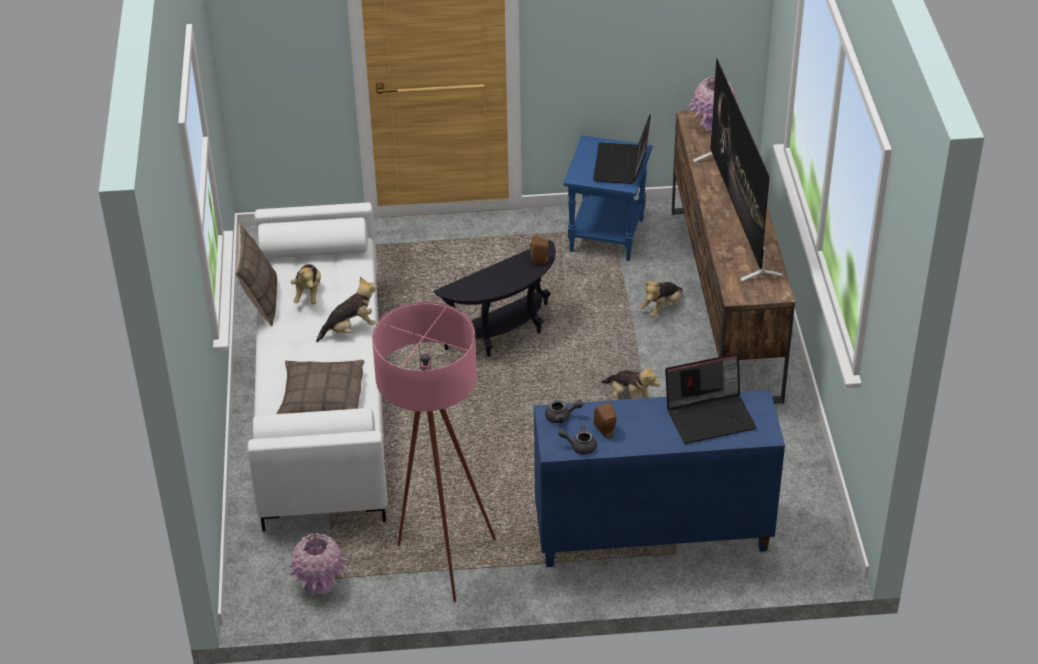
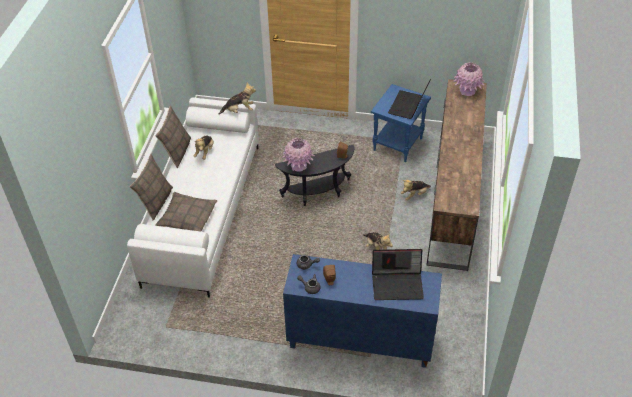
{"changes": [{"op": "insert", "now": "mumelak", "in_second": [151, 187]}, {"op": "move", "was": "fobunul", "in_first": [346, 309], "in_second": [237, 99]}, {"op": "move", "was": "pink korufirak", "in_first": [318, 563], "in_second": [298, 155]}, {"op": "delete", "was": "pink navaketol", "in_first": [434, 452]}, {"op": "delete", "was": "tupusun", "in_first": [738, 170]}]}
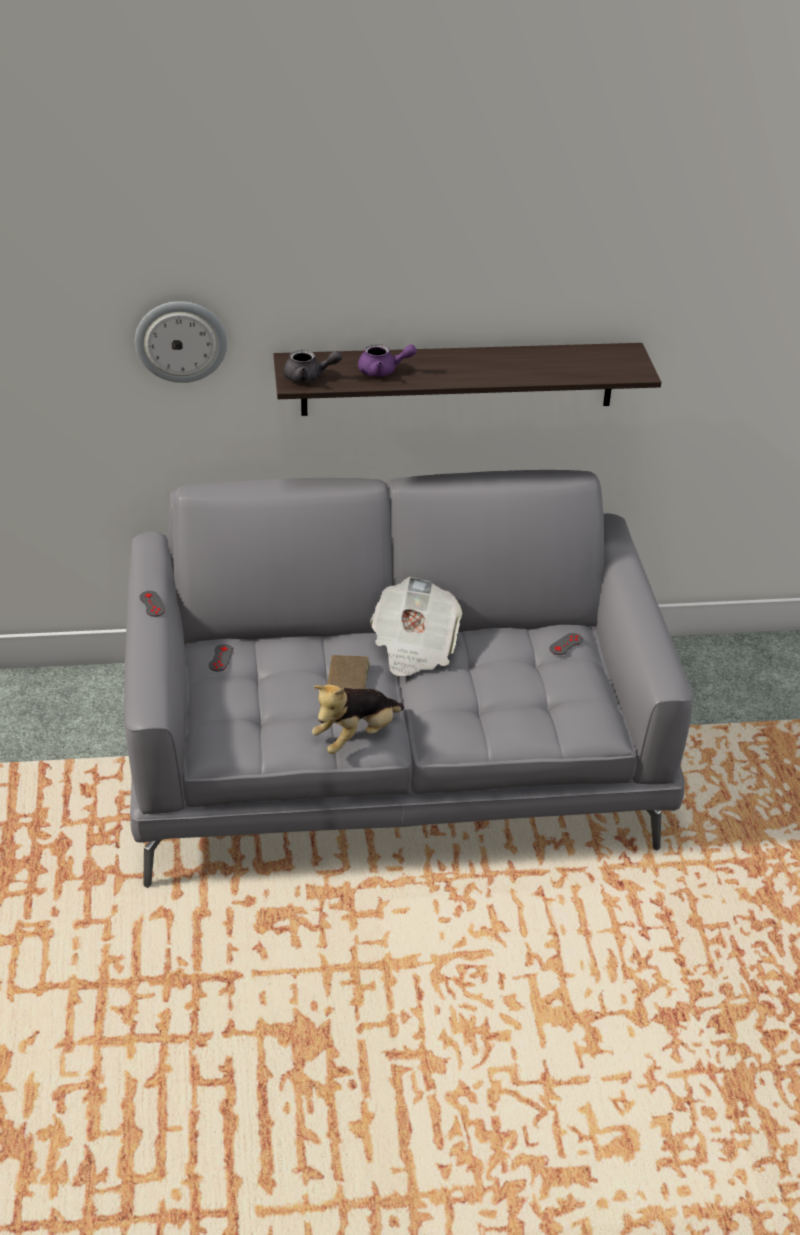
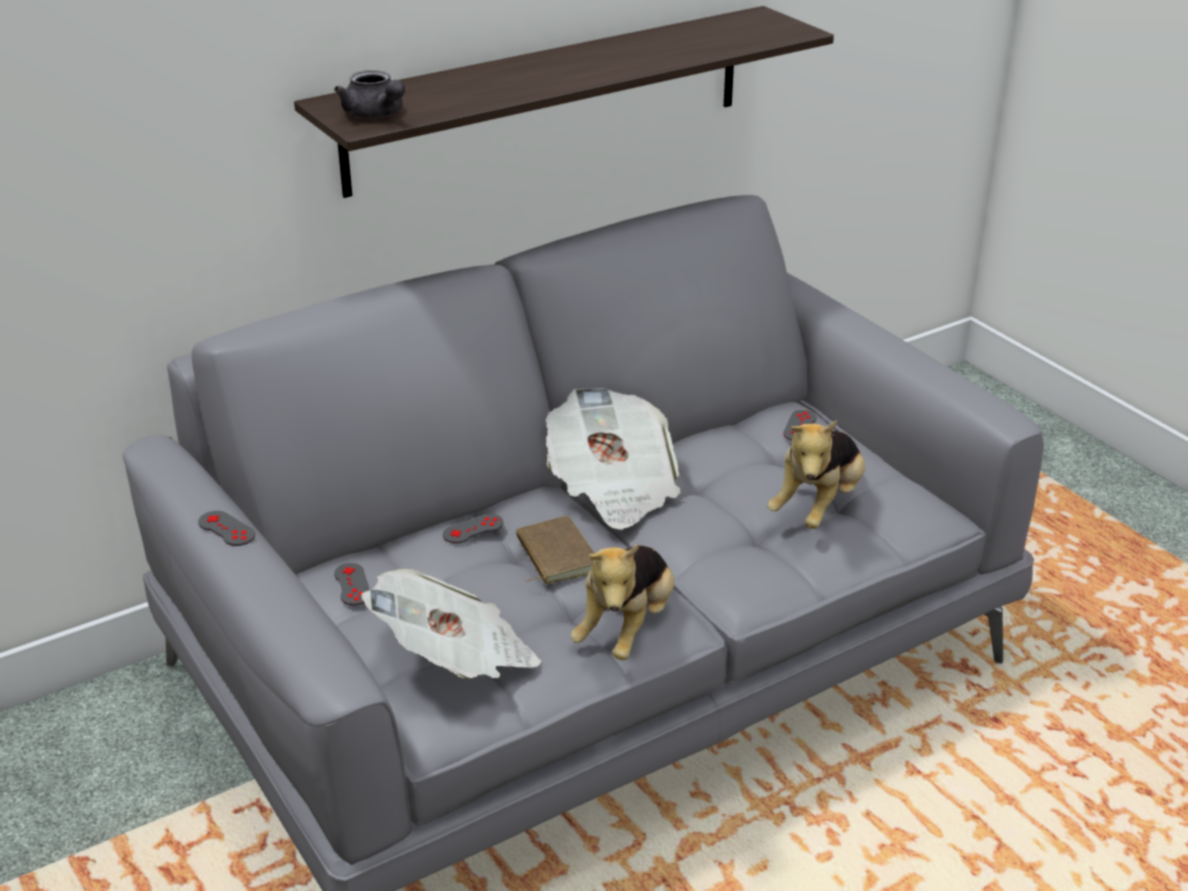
{"changes": [{"op": "rotate", "was": "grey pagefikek", "in_first": [312, 366], "in_second": [369, 94], "clockwise": 75}, {"op": "insert", "now": "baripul", "in_second": [451, 624]}, {"op": "insert", "now": "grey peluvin", "in_second": [473, 529]}, {"op": "insert", "now": "fobunul", "in_second": [816, 474]}, {"op": "delete", "was": "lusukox", "in_first": [181, 342]}, {"op": "delete", "was": "purple pagefikek", "in_first": [387, 360]}]}
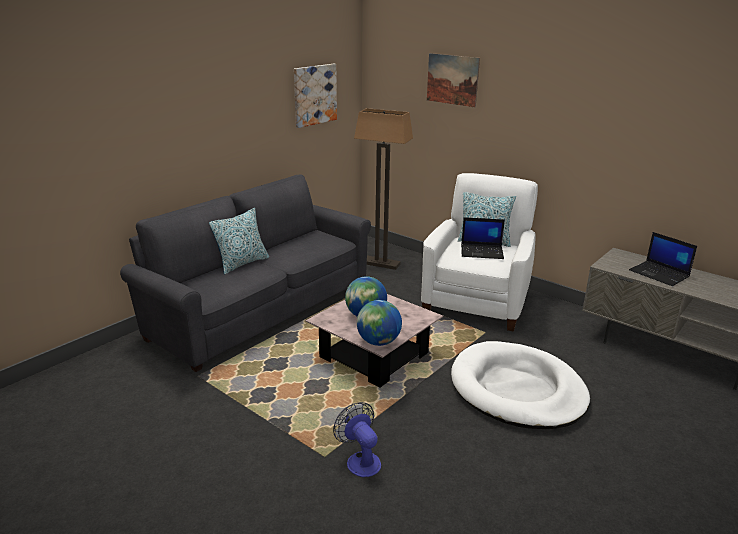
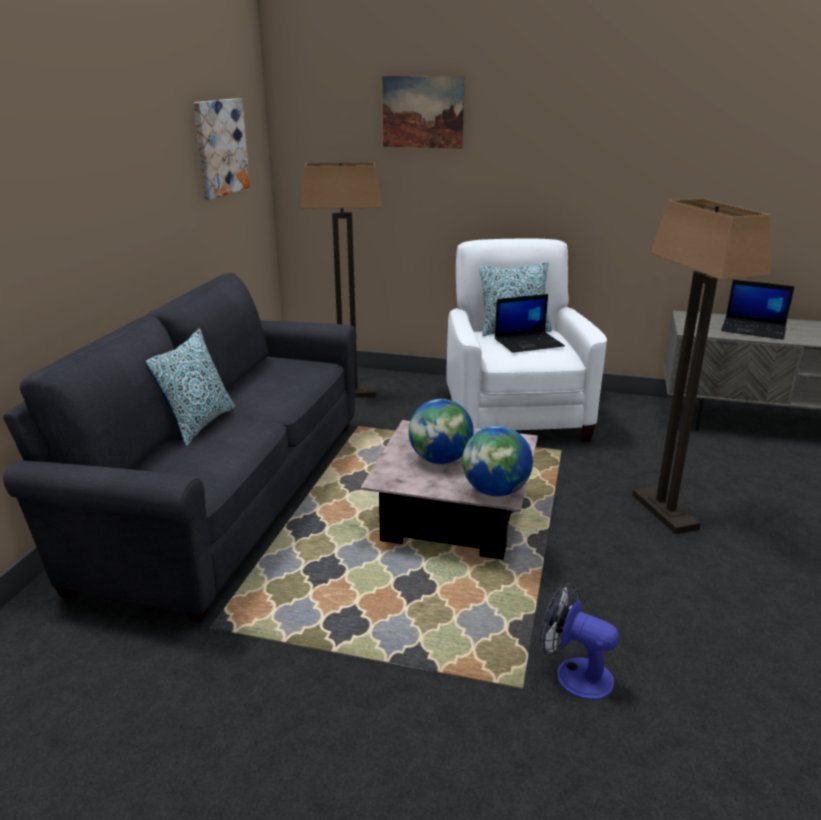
{"changes": [{"op": "replace", "was": "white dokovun", "now": "navaketol", "in_first": [520, 385], "in_second": [702, 366]}]}
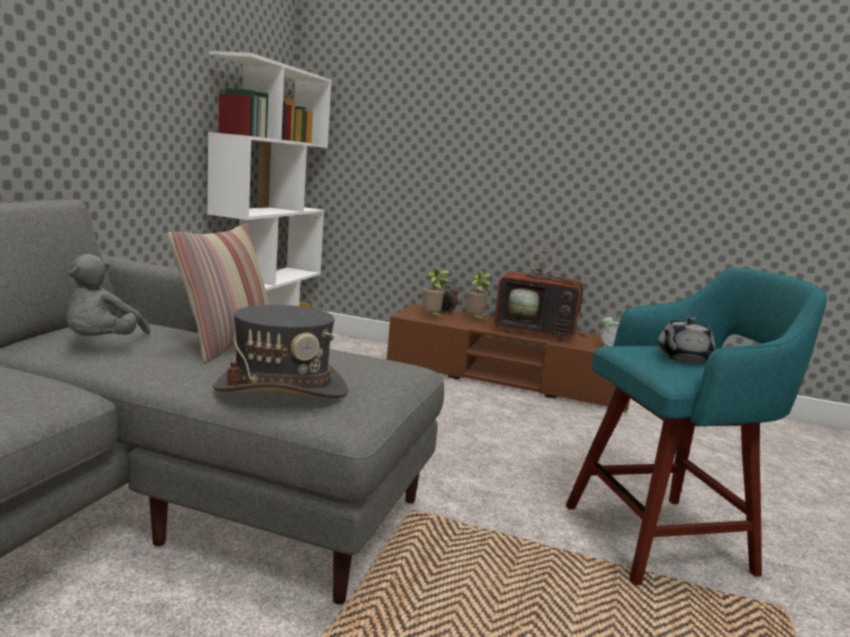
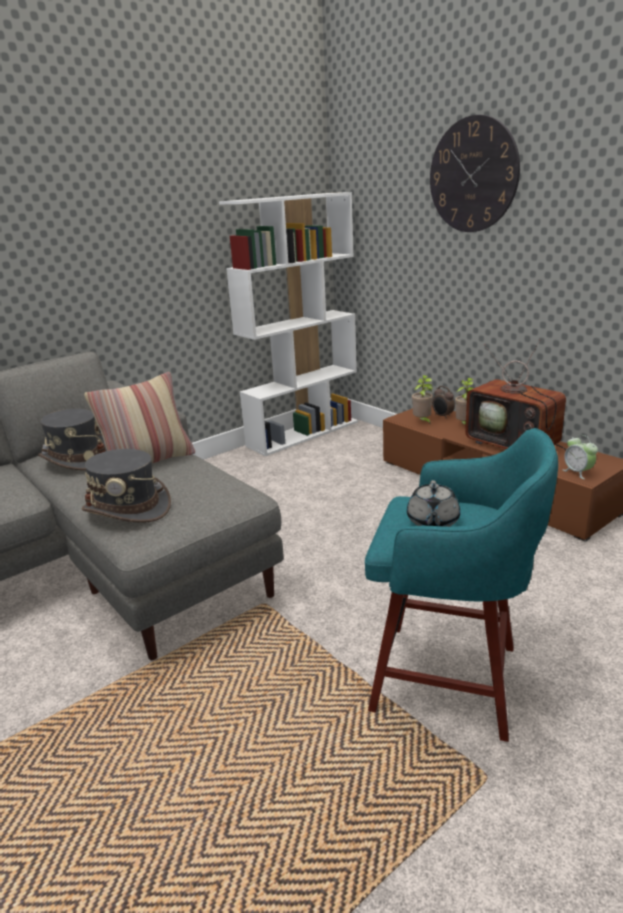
{"changes": [{"op": "replace", "was": "grey fobunul", "now": "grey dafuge", "in_first": [108, 295], "in_second": [72, 440]}, {"op": "rotate", "was": "grey pagefikek", "in_first": [686, 340], "in_second": [433, 503], "clockwise": -75}, {"op": "insert", "now": "lusukox", "in_second": [475, 173]}]}
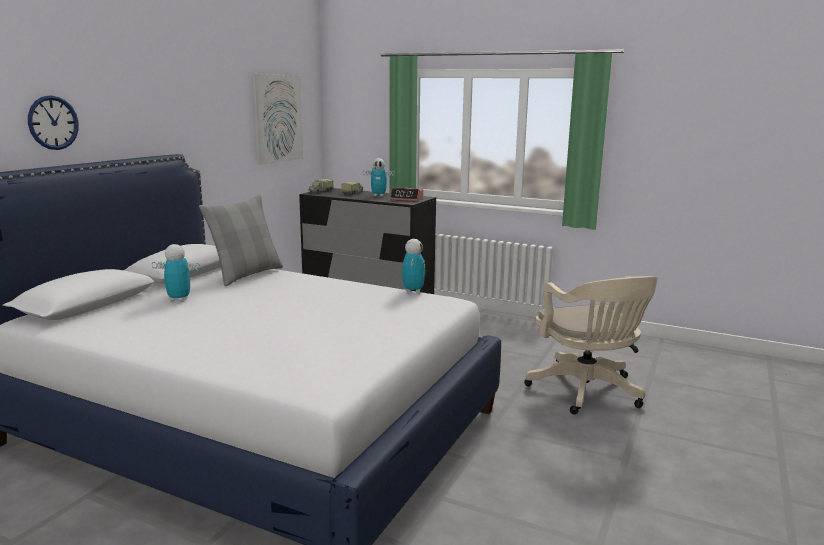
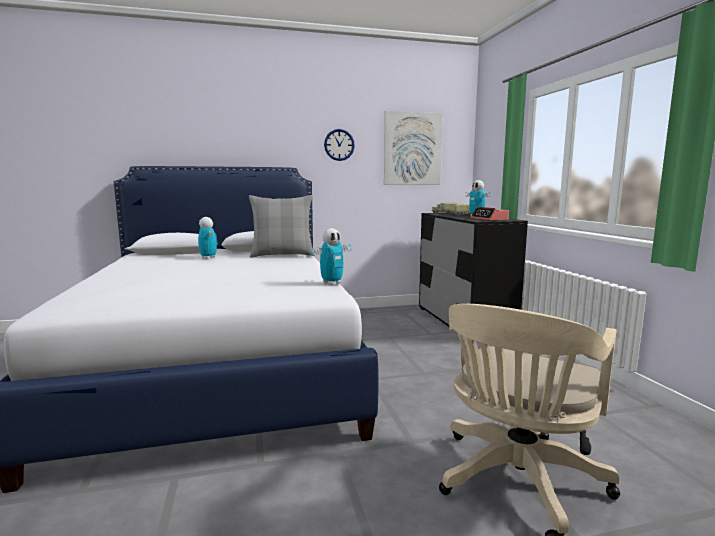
{"changes": [{"op": "move", "was": "lusukox", "in_first": [53, 122], "in_second": [339, 145]}]}
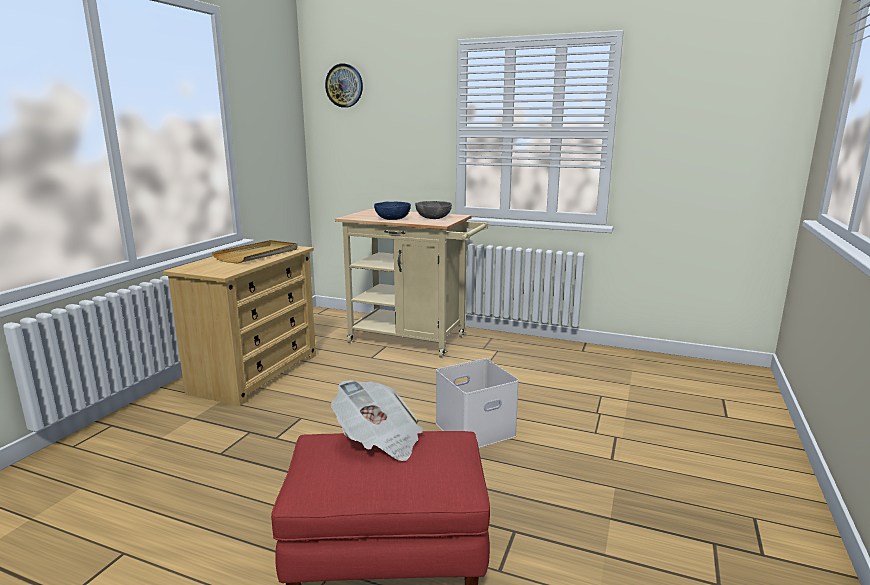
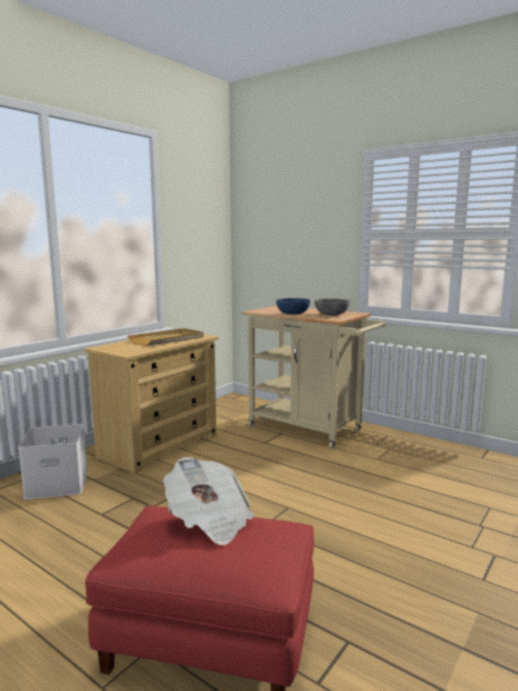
{"changes": [{"op": "move", "was": "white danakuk", "in_first": [477, 403], "in_second": [53, 462]}, {"op": "delete", "was": "lusukox", "in_first": [344, 85]}]}
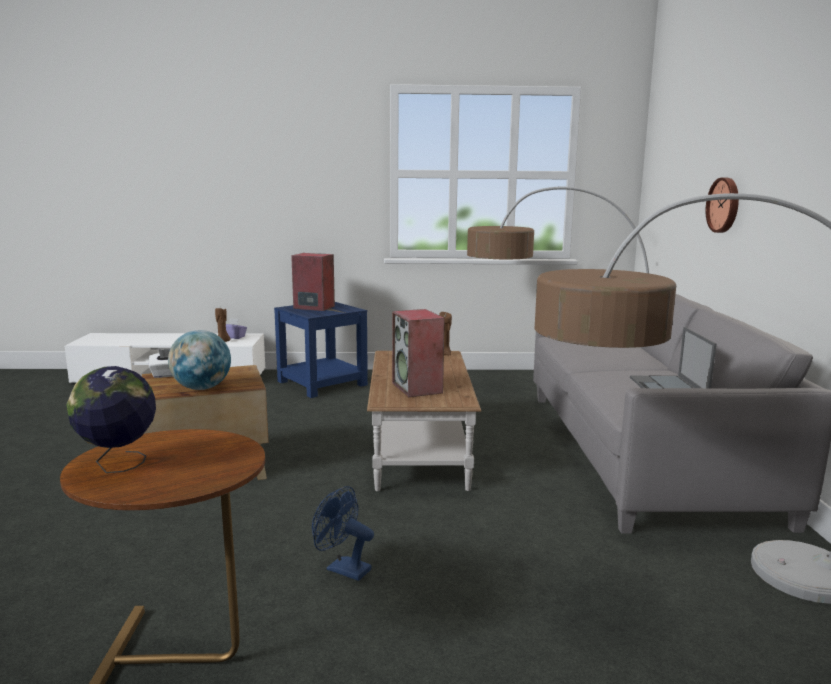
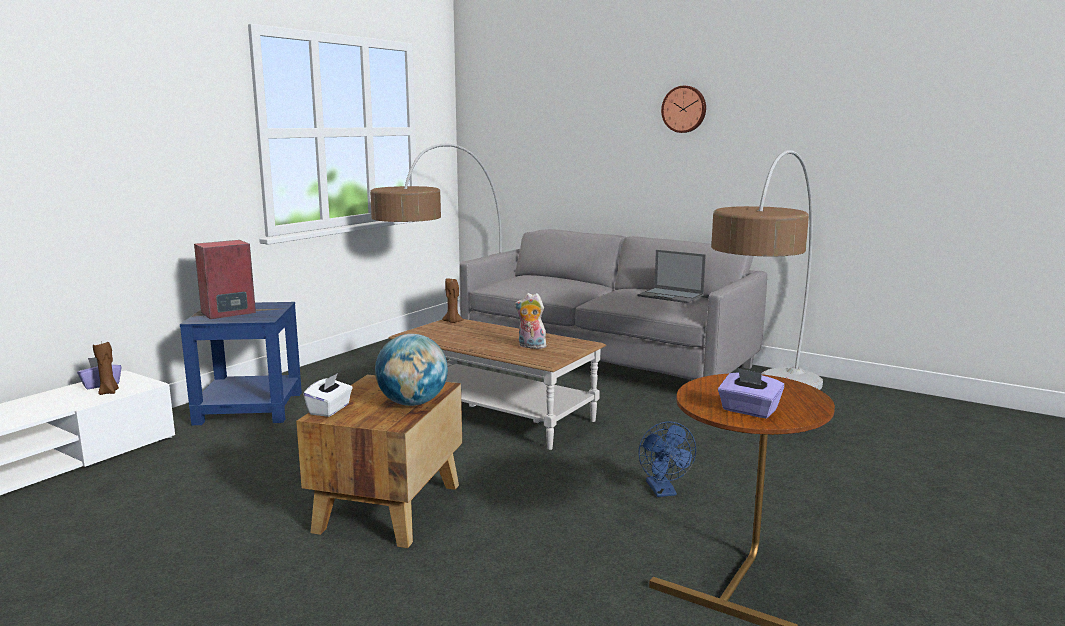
{"changes": [{"op": "replace", "was": "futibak", "now": "fobunul", "in_first": [418, 353], "in_second": [531, 321]}, {"op": "rotate", "was": "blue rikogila", "in_first": [343, 533], "in_second": [667, 459], "clockwise": -75}, {"op": "move", "was": "lusukox", "in_first": [722, 205], "in_second": [683, 109]}, {"op": "replace", "was": "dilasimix", "now": "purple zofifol", "in_first": [111, 419], "in_second": [751, 393]}]}
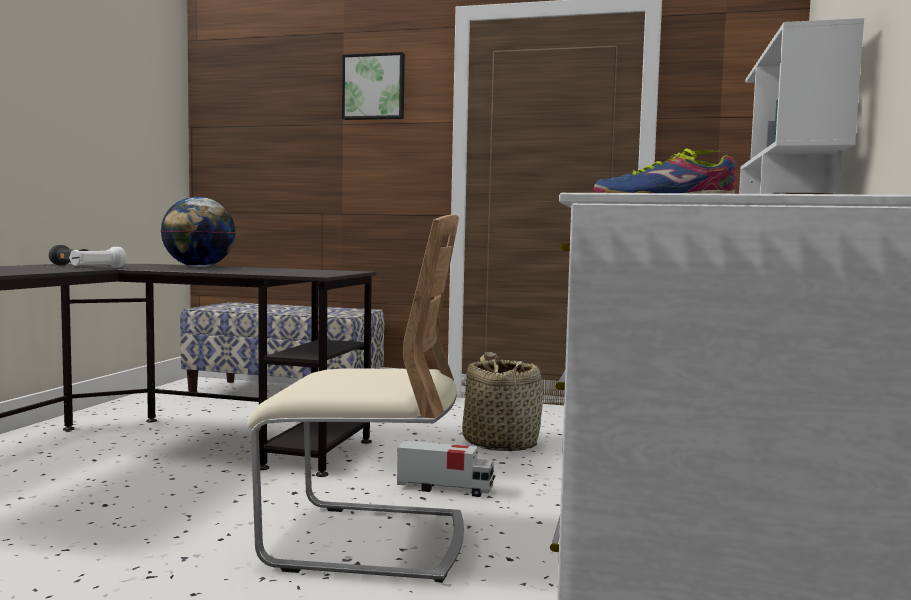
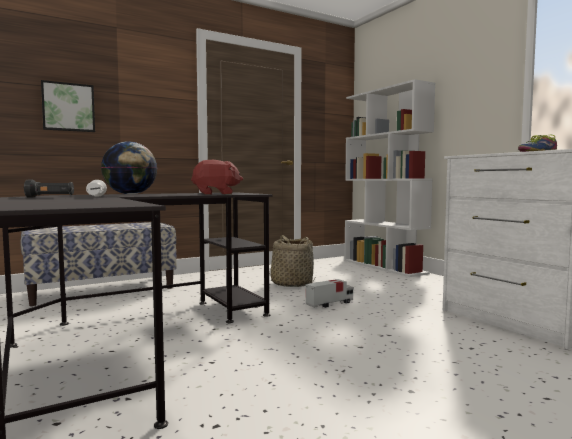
{"changes": [{"op": "move", "was": "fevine", "in_first": [373, 86], "in_second": [68, 106]}, {"op": "insert", "now": "red fobunul", "in_second": [217, 177]}, {"op": "delete", "was": "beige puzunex", "in_first": [355, 399]}]}
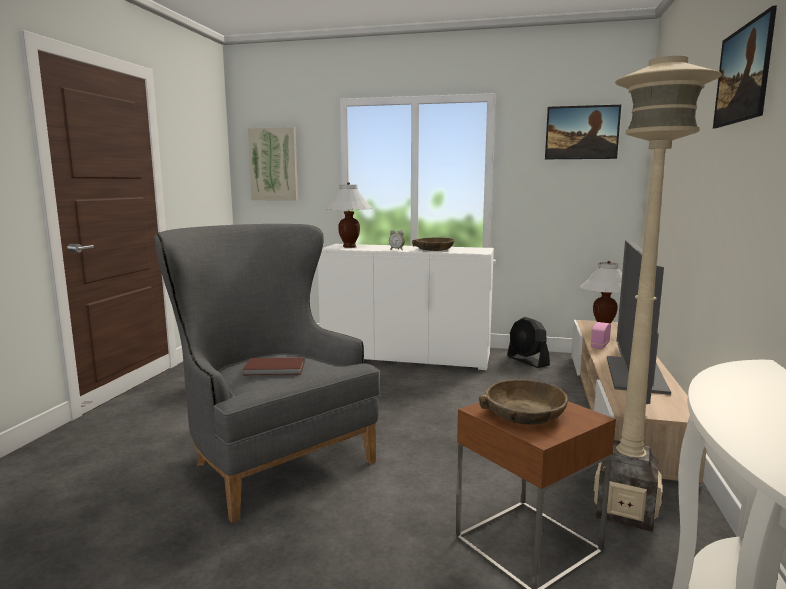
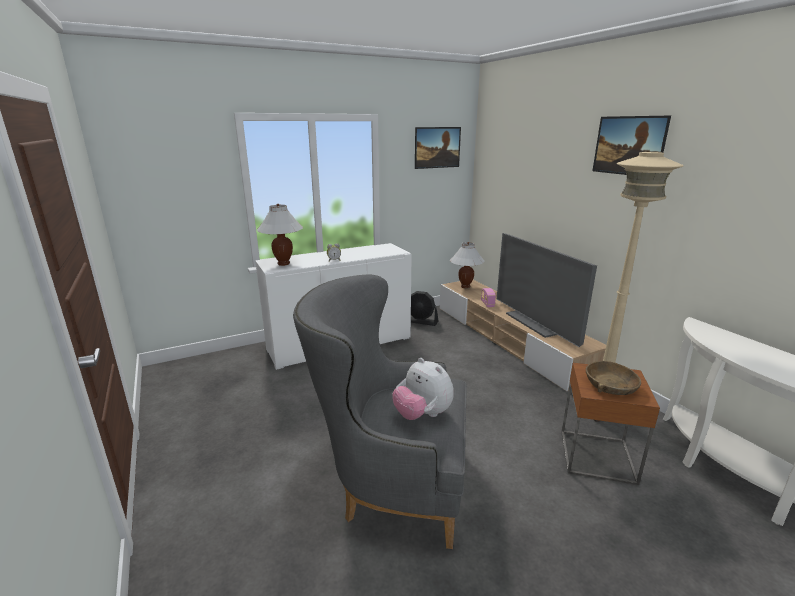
{"changes": [{"op": "replace", "was": "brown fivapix", "now": "fobunul", "in_first": [274, 366], "in_second": [423, 389]}, {"op": "delete", "was": "fevine", "in_first": [273, 164]}, {"op": "delete", "was": "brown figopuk", "in_first": [433, 244]}]}
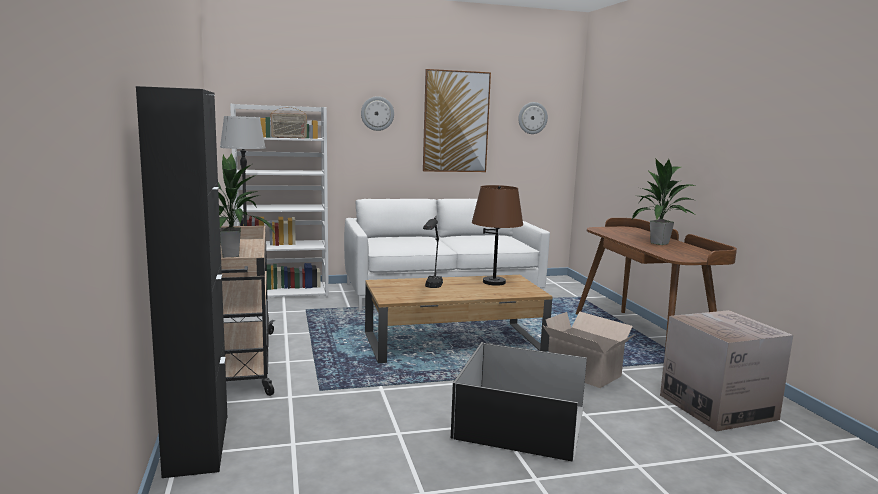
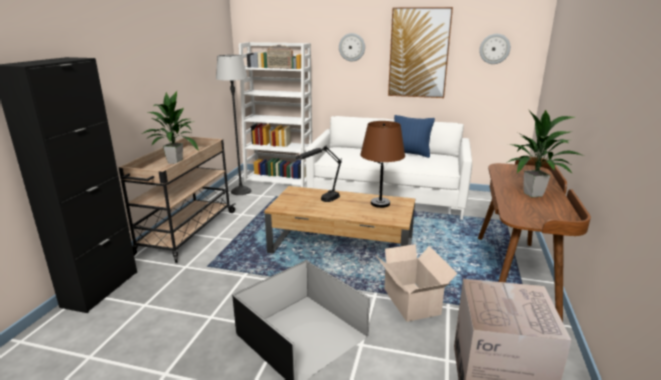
{"changes": [{"op": "insert", "now": "blue mumelak", "in_second": [414, 136]}]}
